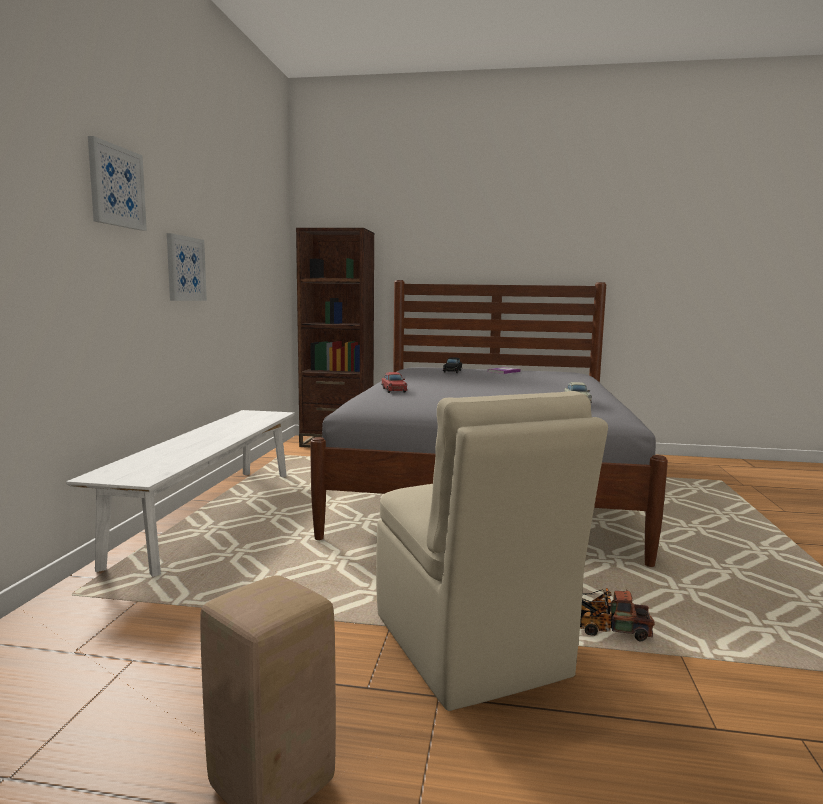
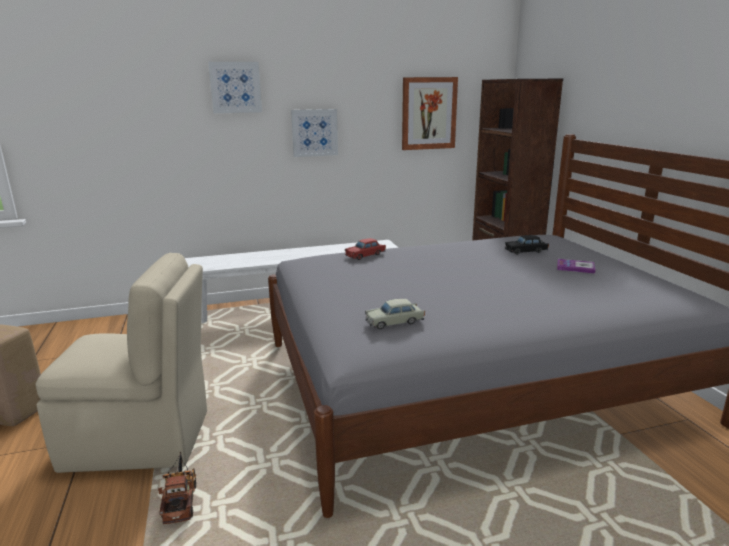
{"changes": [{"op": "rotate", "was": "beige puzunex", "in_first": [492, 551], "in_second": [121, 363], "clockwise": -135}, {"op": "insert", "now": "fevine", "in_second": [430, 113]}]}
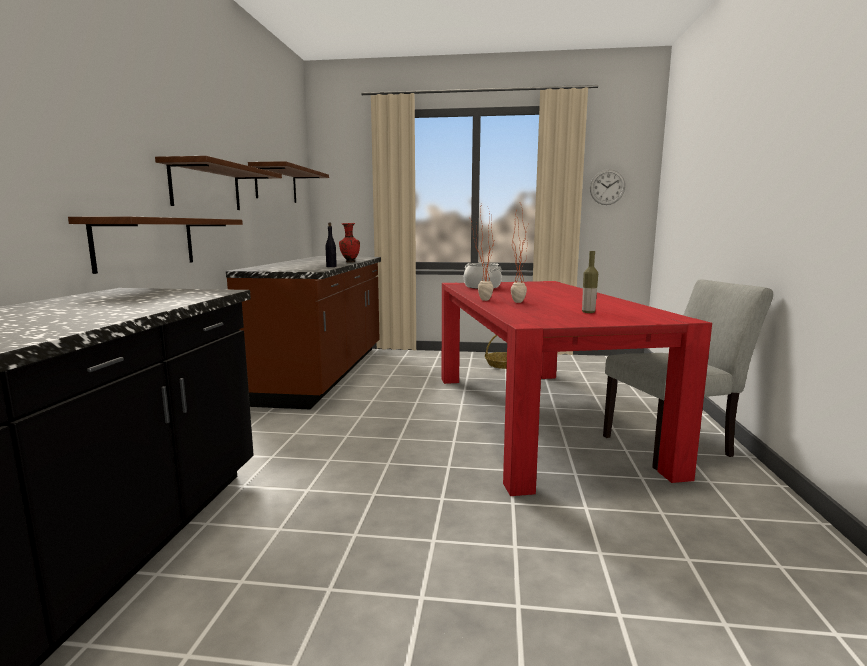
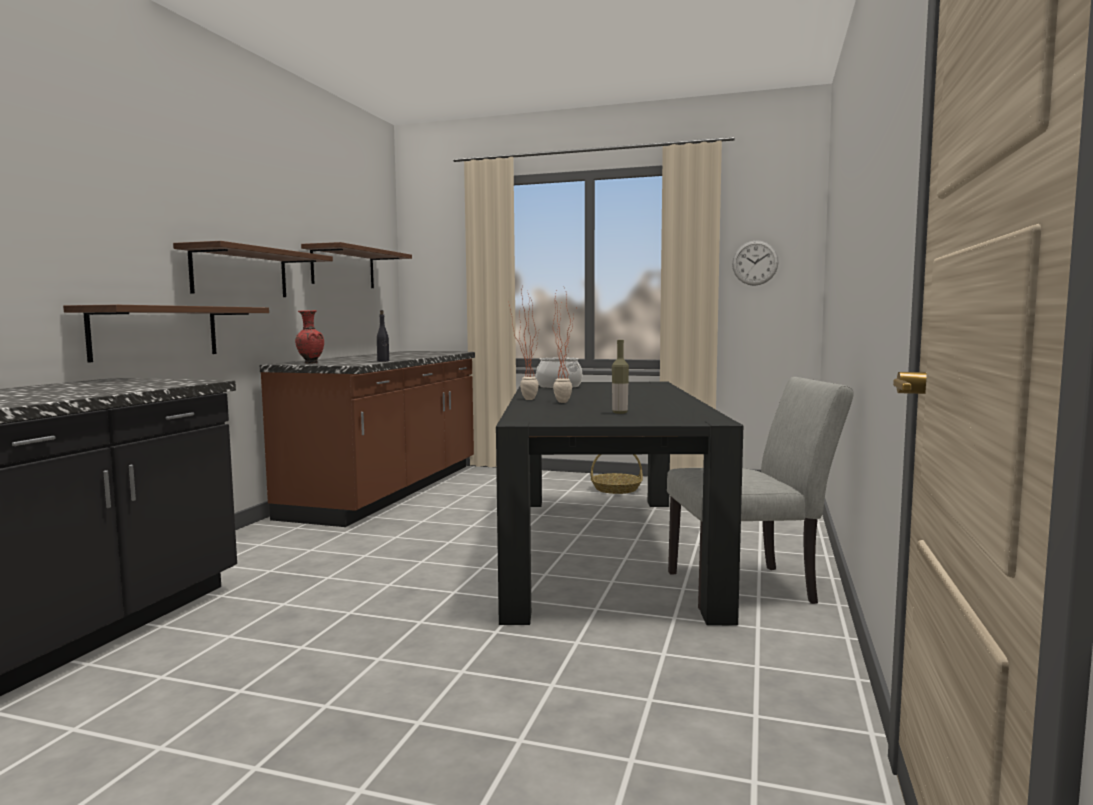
{"changes": [{"op": "move", "was": "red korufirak", "in_first": [349, 242], "in_second": [309, 337]}, {"op": "recolor", "was": "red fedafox", "now": "black fedafox", "in_first": [577, 388], "in_second": [619, 503]}]}
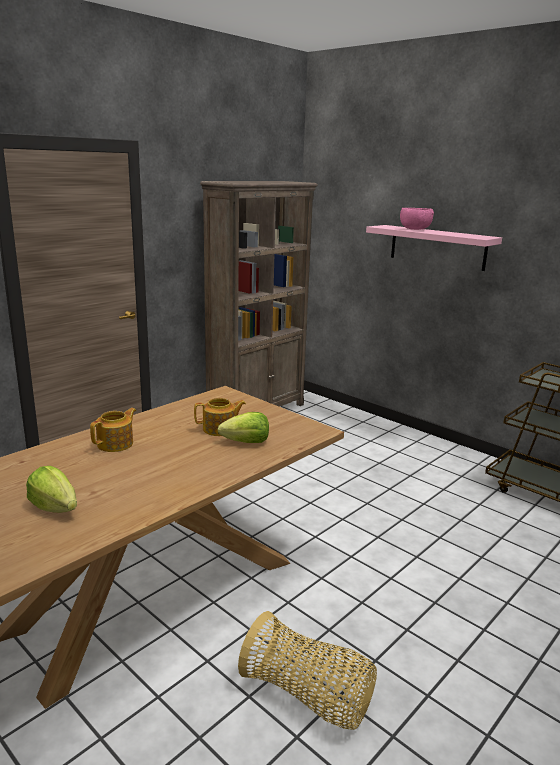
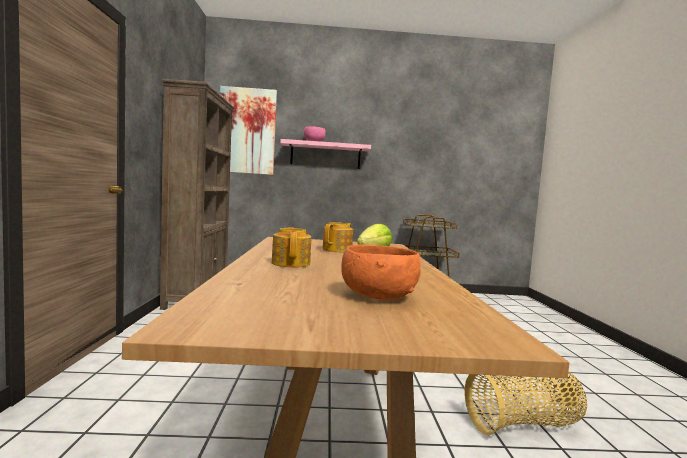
{"changes": [{"op": "insert", "now": "fevine", "in_second": [248, 130]}, {"op": "replace", "was": "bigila", "now": "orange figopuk", "in_first": [51, 489], "in_second": [381, 272]}]}
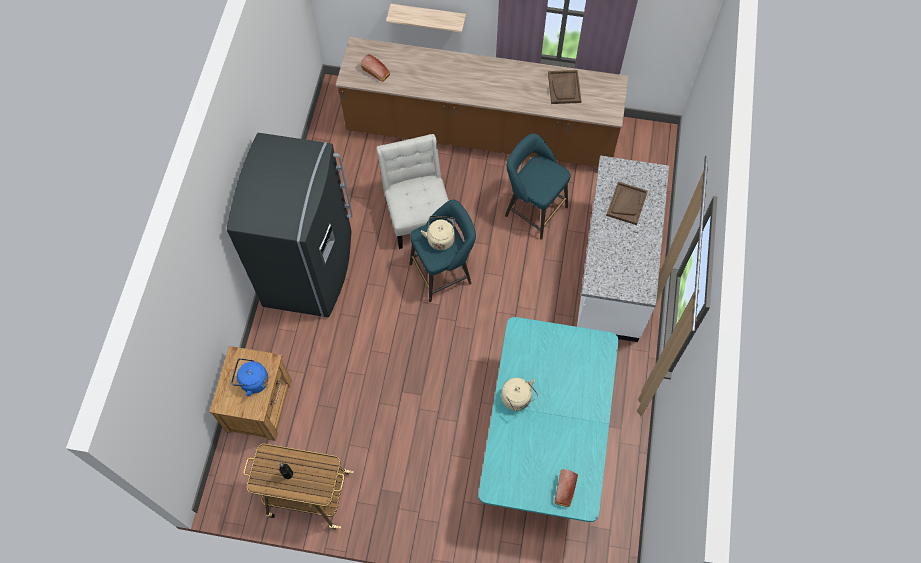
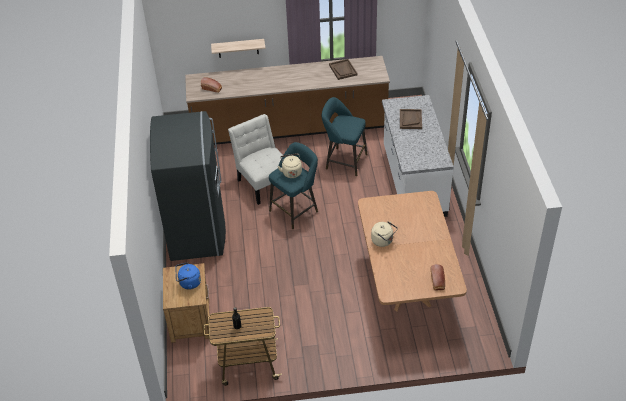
{"changes": [{"op": "recolor", "was": "turquoise fedafox", "now": "brown fedafox", "in_first": [548, 419], "in_second": [412, 251]}]}
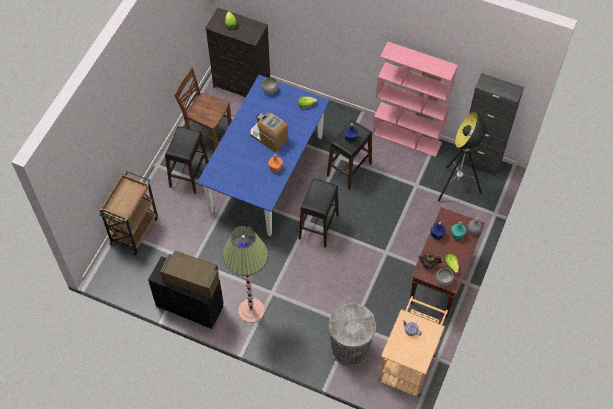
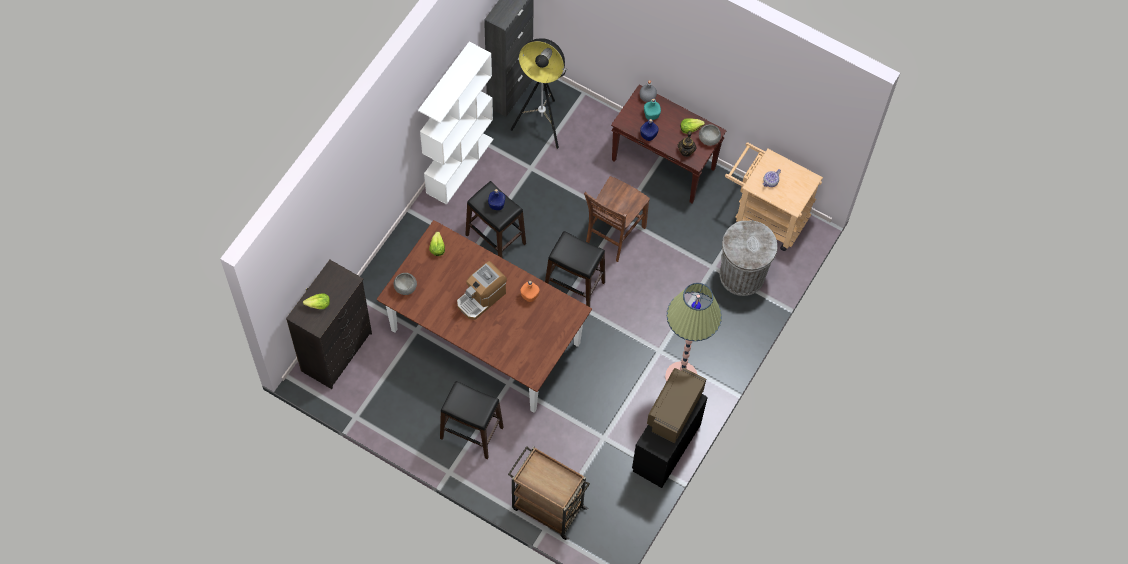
{"changes": [{"op": "recolor", "was": "blue fedafox", "now": "brown fedafox", "in_first": [263, 155], "in_second": [484, 316]}, {"op": "recolor", "was": "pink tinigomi", "now": "white tinigomi", "in_first": [415, 99], "in_second": [455, 123]}, {"op": "move", "was": "brown puzunex", "in_first": [203, 108], "in_second": [617, 219]}]}
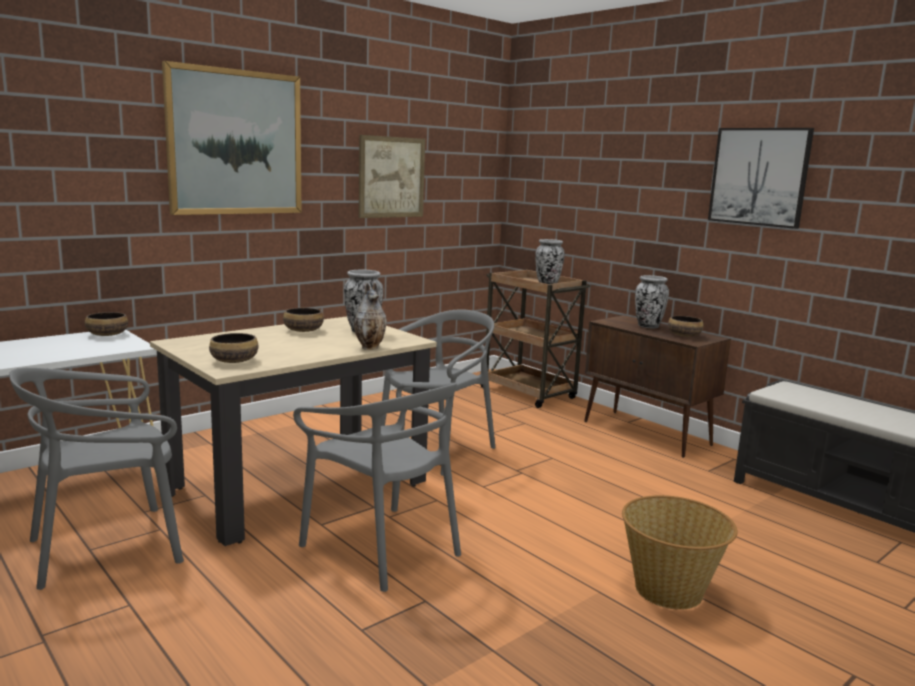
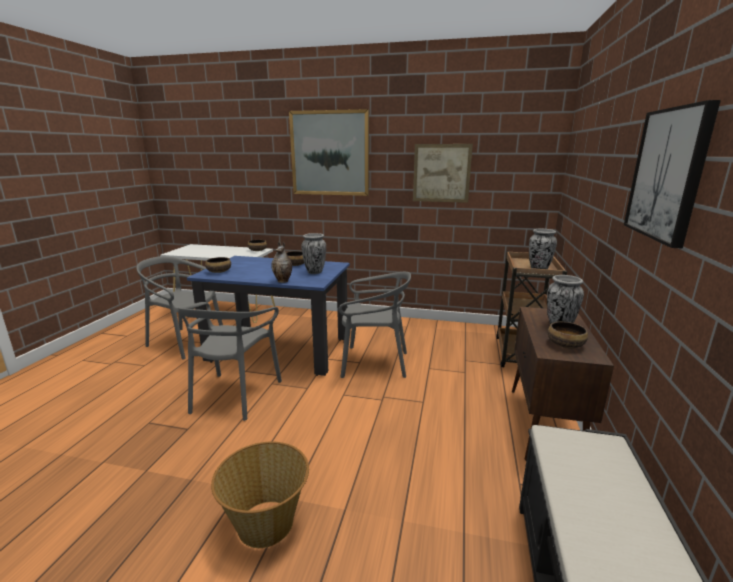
{"changes": [{"op": "recolor", "was": "beige fedafox", "now": "blue fedafox", "in_first": [293, 431], "in_second": [268, 316]}]}
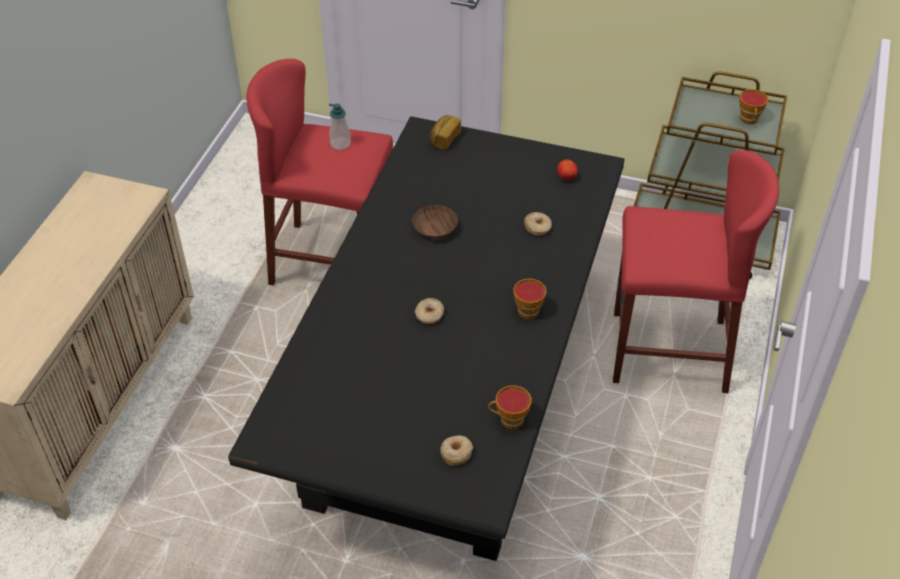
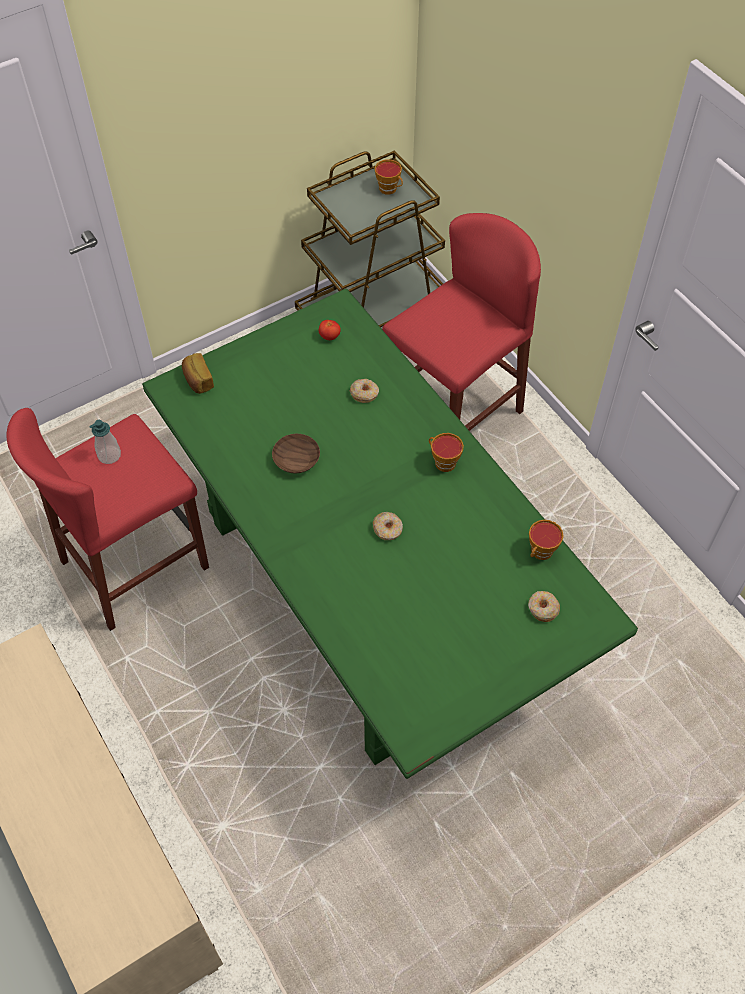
{"changes": [{"op": "recolor", "was": "black fedafox", "now": "green fedafox", "in_first": [426, 338], "in_second": [390, 533]}]}
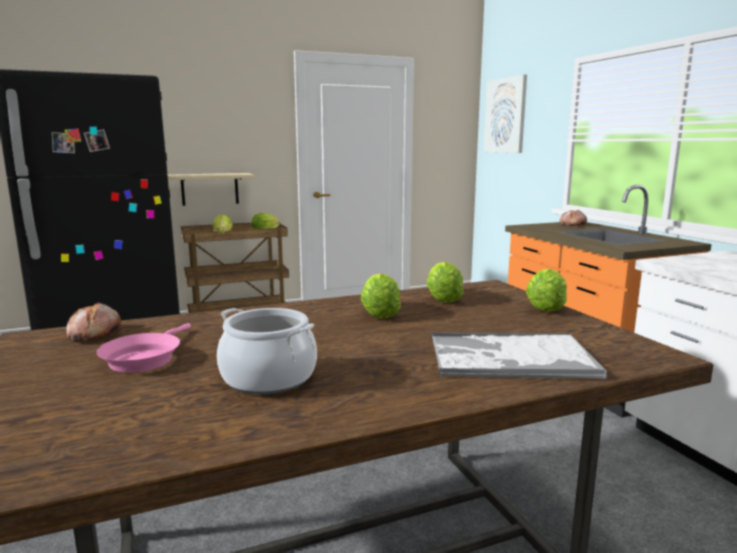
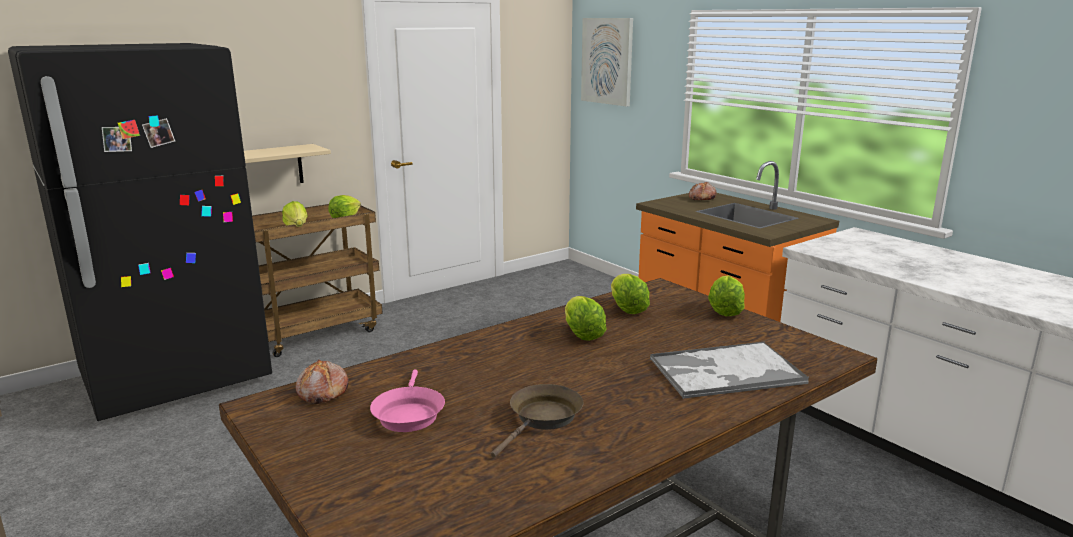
{"changes": [{"op": "replace", "was": "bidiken", "now": "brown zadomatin", "in_first": [267, 351], "in_second": [537, 421]}]}
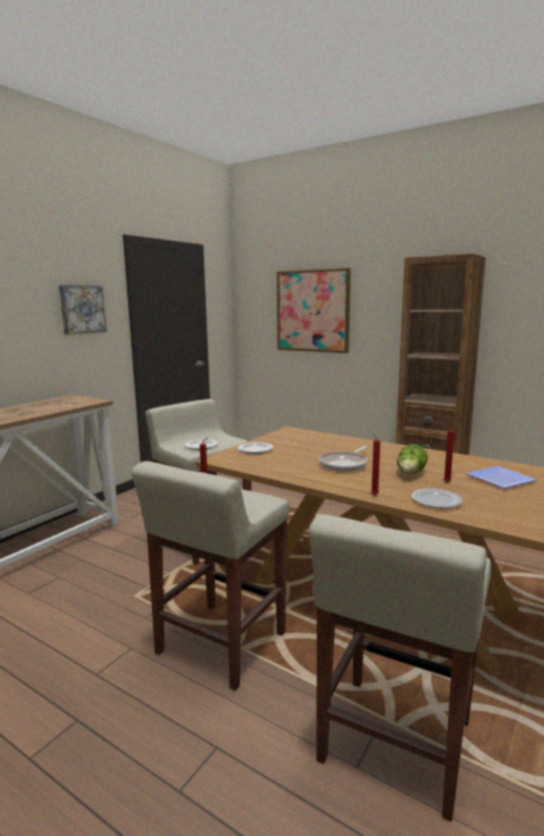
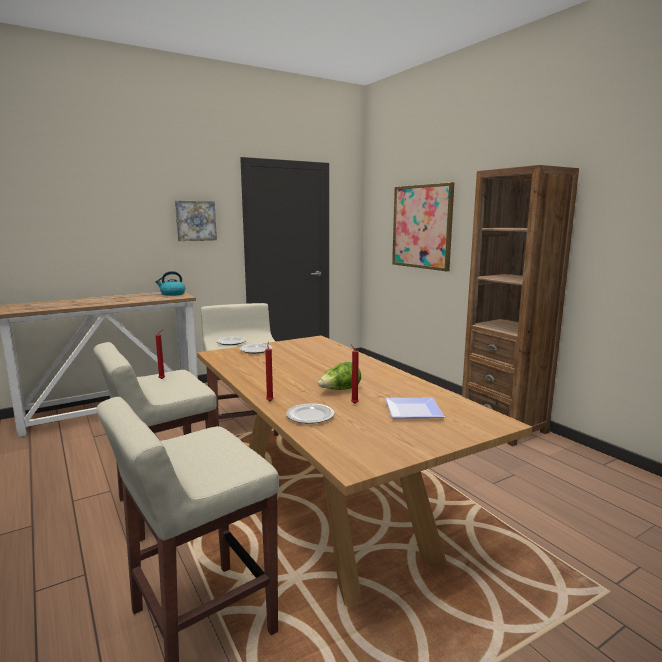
{"changes": [{"op": "insert", "now": "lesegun", "in_second": [170, 283]}, {"op": "delete", "was": "zadomatin", "in_first": [343, 459]}]}
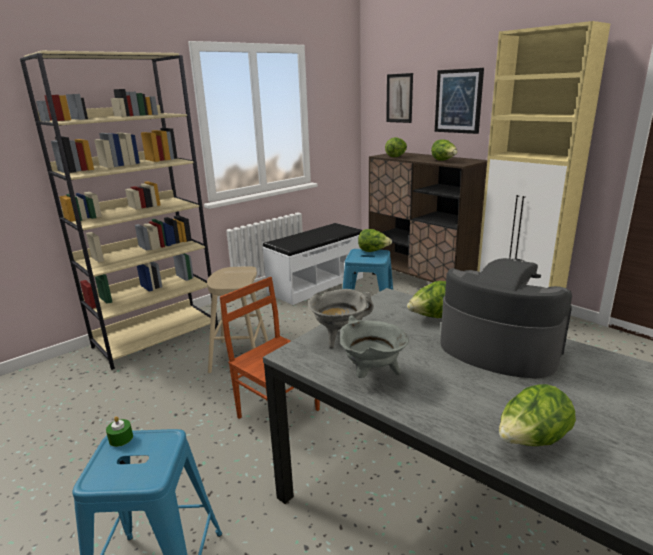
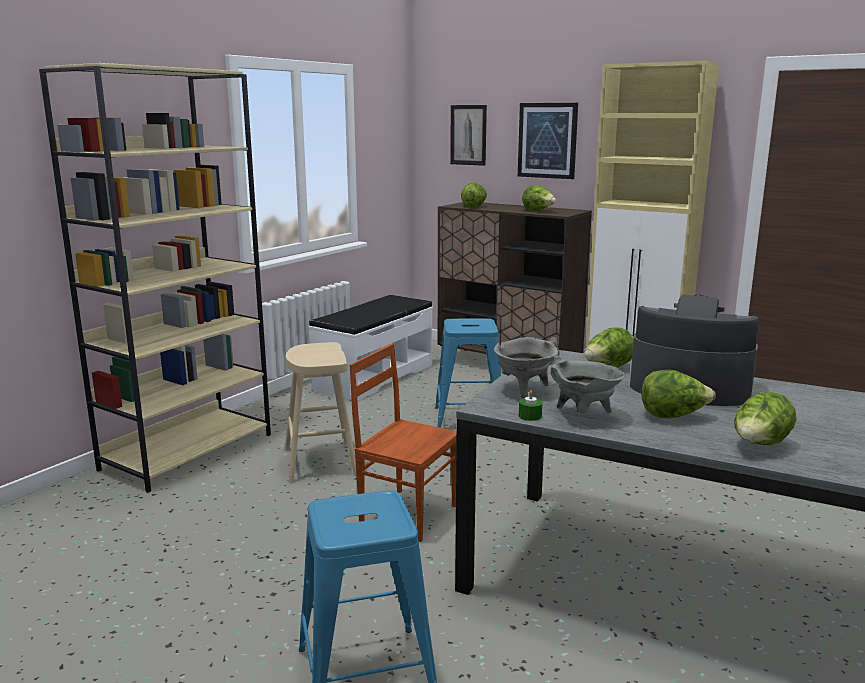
{"changes": [{"op": "move", "was": "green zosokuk", "in_first": [119, 431], "in_second": [530, 405]}, {"op": "move", "was": "bigila", "in_first": [375, 240], "in_second": [678, 394]}]}
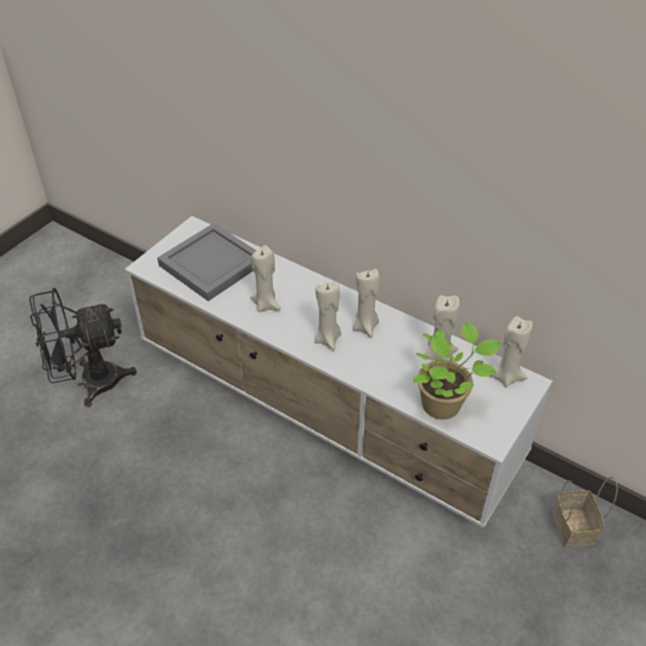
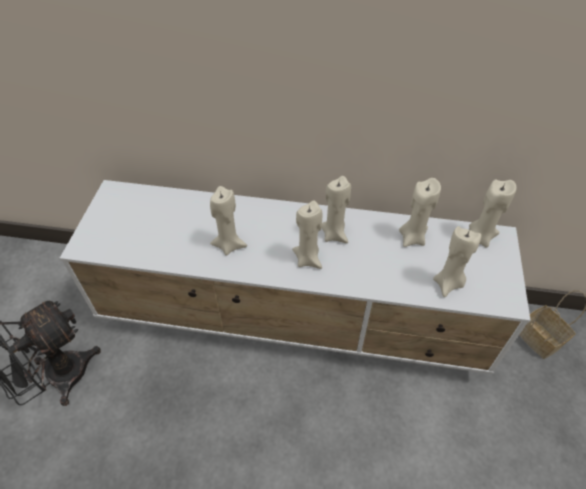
{"changes": [{"op": "replace", "was": "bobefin", "now": "beige zosokuk", "in_first": [457, 371], "in_second": [457, 261]}, {"op": "delete", "was": "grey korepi", "in_first": [207, 262]}]}
